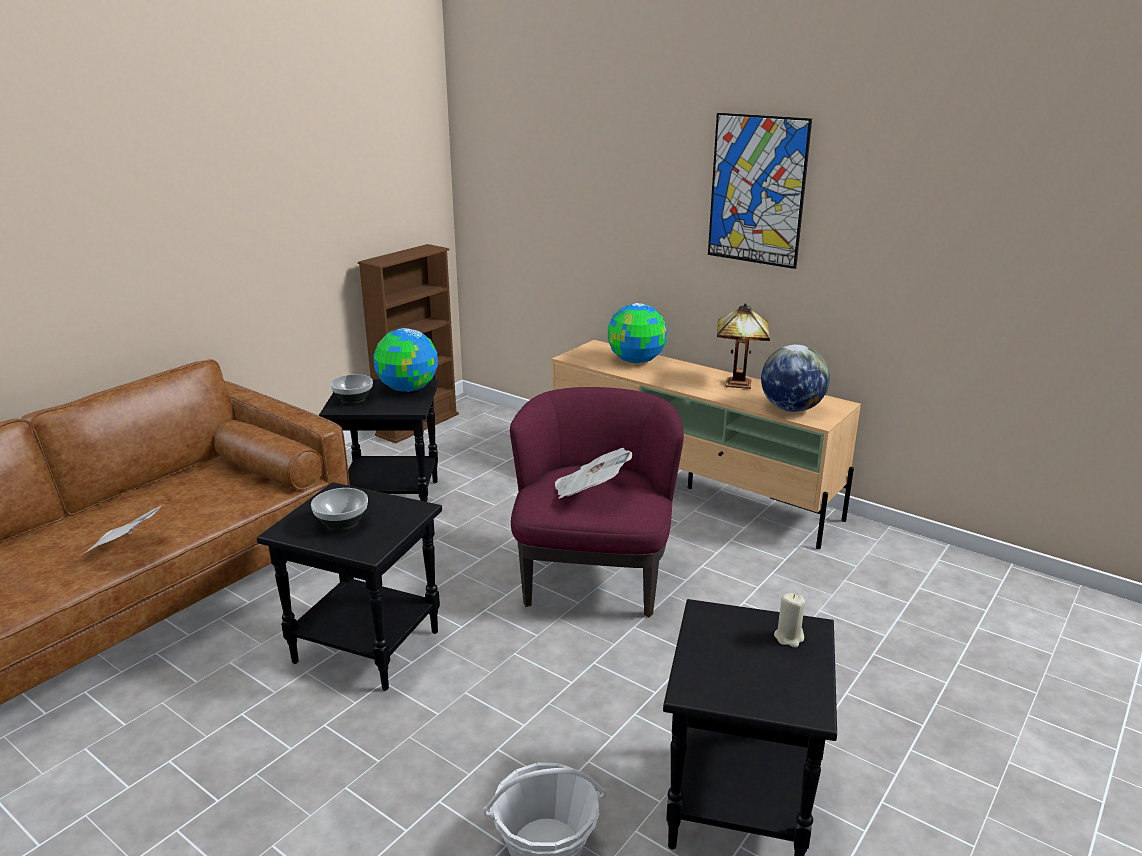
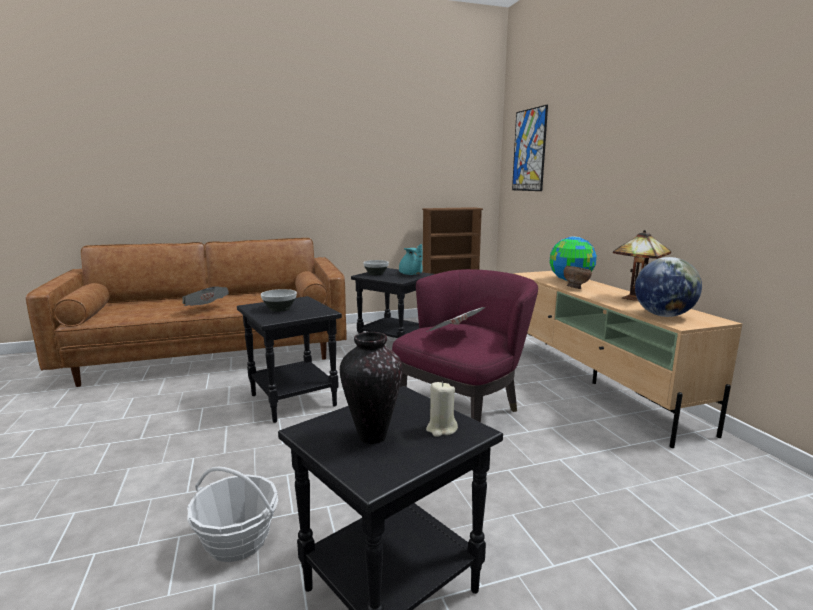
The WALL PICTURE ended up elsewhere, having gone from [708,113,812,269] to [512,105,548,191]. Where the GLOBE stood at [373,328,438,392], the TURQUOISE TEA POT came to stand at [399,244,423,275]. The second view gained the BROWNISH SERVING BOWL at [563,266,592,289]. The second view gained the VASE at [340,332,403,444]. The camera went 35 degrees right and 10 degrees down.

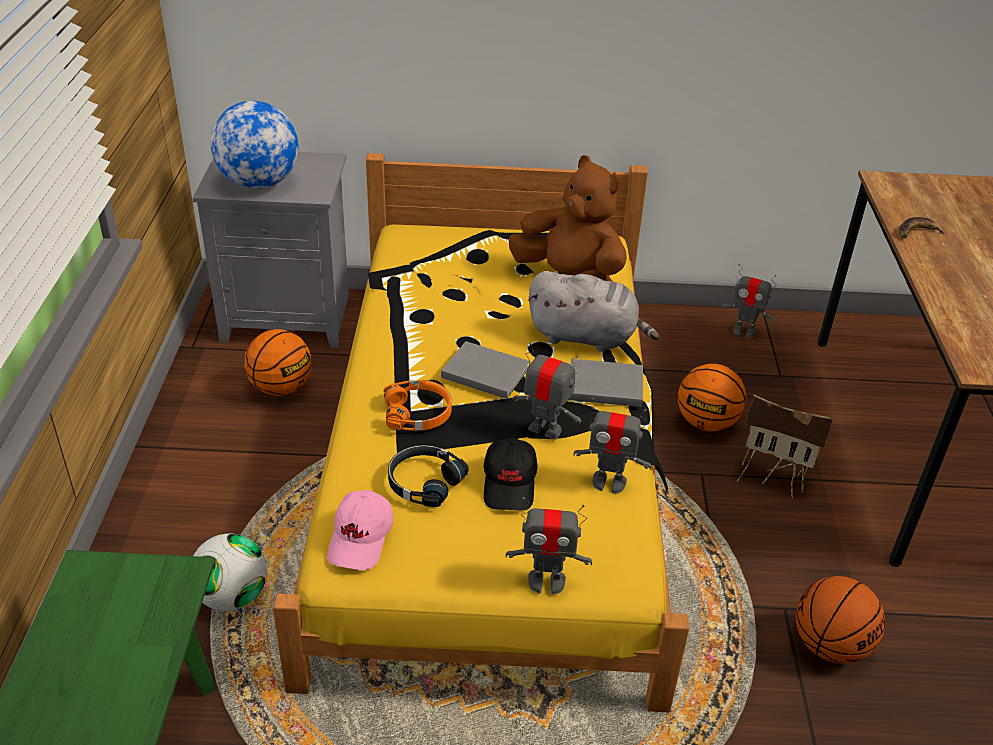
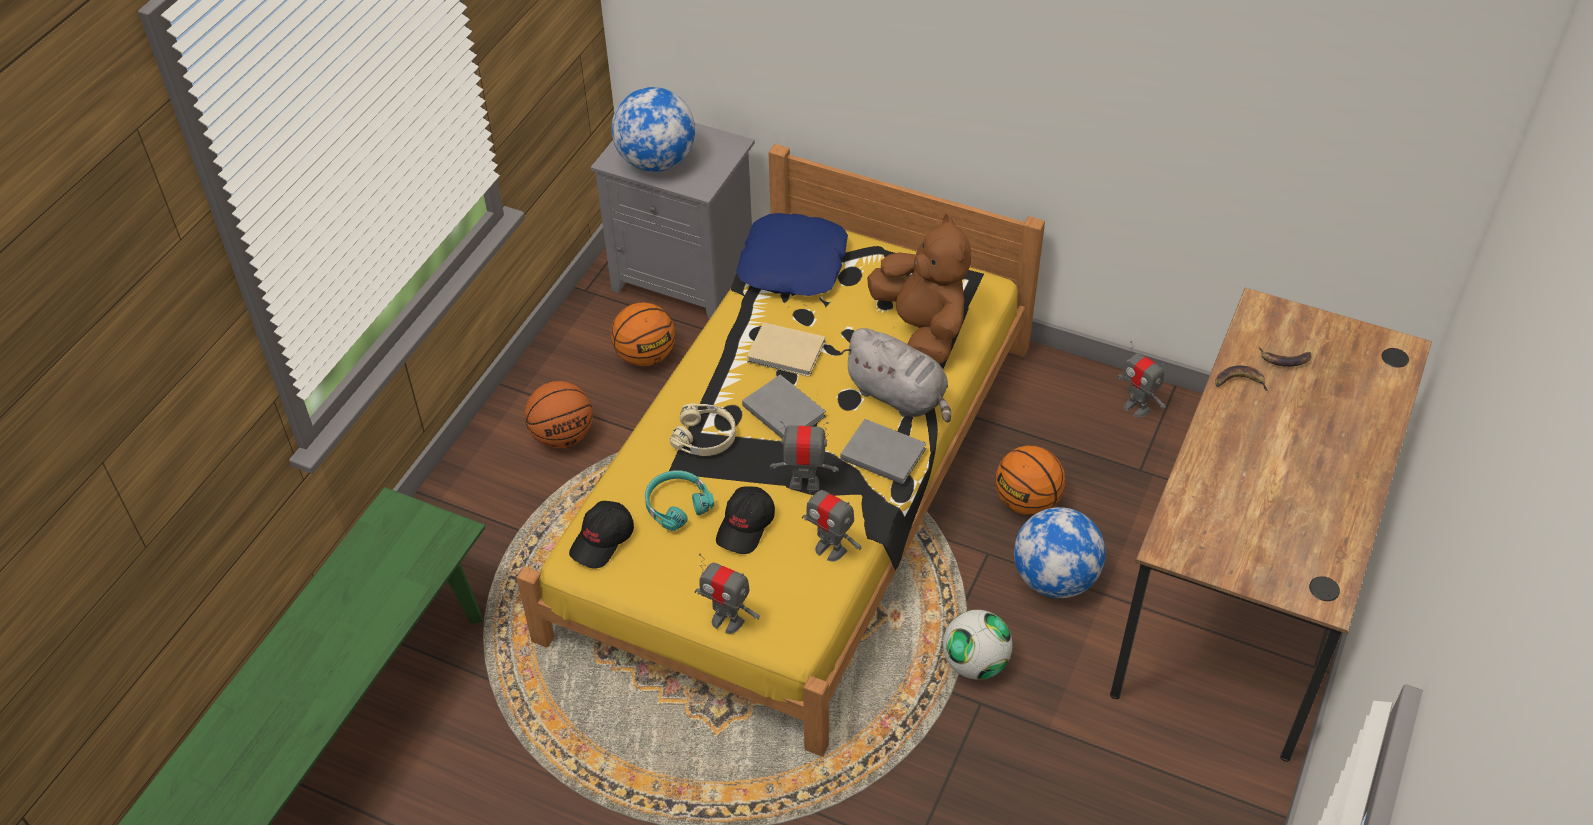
The TOY ROBOT at [512,343,581,439] ended up facing another way, 45 degrees counterclockwise from before. What was the ORANGEY HEADPHONES at [384,380,452,431] turned into the BEIGE HEADPHONES at [670,403,736,456]. Where the MINIATURE HOUSE stood at [737,395,834,499], the GLOBE came to stand at [1014,507,1106,598]. What was the BLACKISH HEADPHONES at [388,445,469,507] turned into the TURQUOISE HEADPHONES at [645,470,714,531]. What was the PINKISH CAP at [327,490,393,570] turned into the BLACKISH CAP at [569,501,634,569]. The FOOTBALL ended up elsewhere, having gone from [193,534,267,611] to [943,610,1012,680]. The BASKETBALL ended up elsewhere, having gone from [796,576,885,664] to [525,381,593,448]. The second view gained the BLUISH CUSHION at [736,213,848,296]. The second view gained the BEIGE BOUND BOOK at [747,322,825,377]. The second view gained the BANANA FRUIT at [1258,346,1311,367]. The camera went 25 degrees right and 10 degrees up.

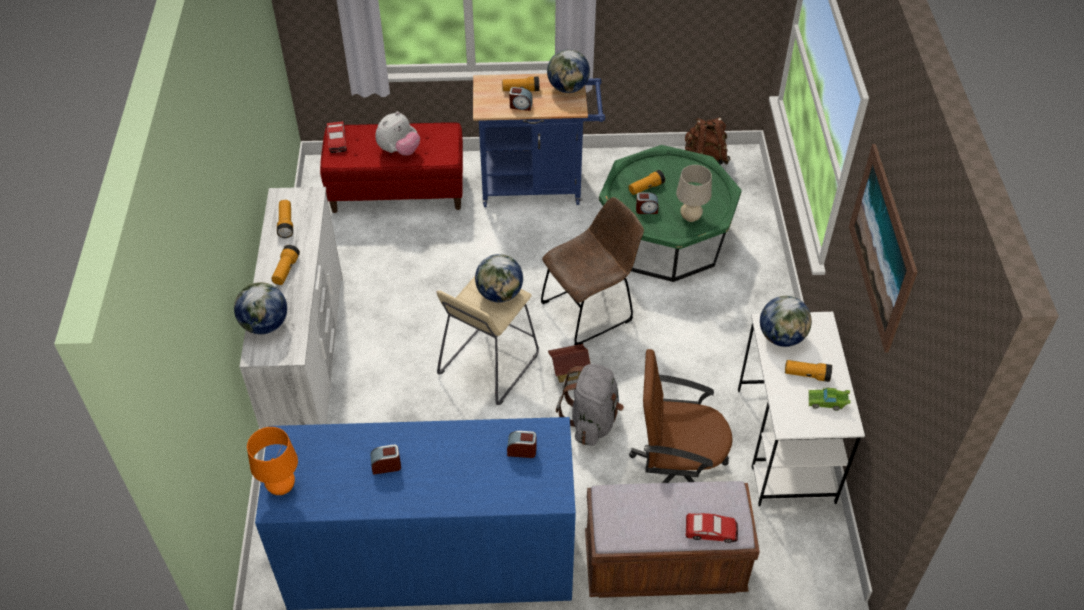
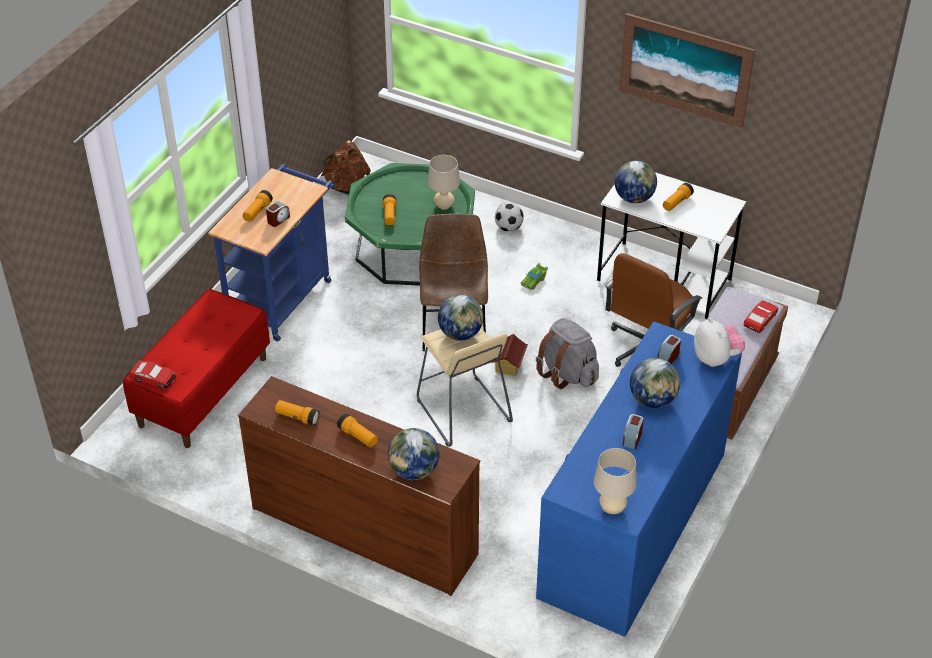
The GLOBE ended up elsewhere, having gone from [547,49,590,93] to [630,358,680,408]. The PLUSH TOY ended up elsewhere, having gone from [375,111,420,156] to [694,318,745,367]. What was the WHITE-COLOURED DRAWER CHEST at [239,187,343,429] turned into the BROWNISH DRAWER CHEST at [238,376,480,596]. The second view lost the BEDSIDE CLOCK at [636,192,658,214]. The GREEN-COLOURED MODEL CAR ended up elsewhere, having gone from [808,387,851,411] to [521,263,548,290]. What was the ORANGEY TABLETOP LAMP at [247,427,298,495] turned into the BEIGE TABLETOP LAMP at [594,448,637,514]. The second view gained the FOOTBALL at [495,203,524,232]. The camera went 60 degrees left and 5 degrees down.

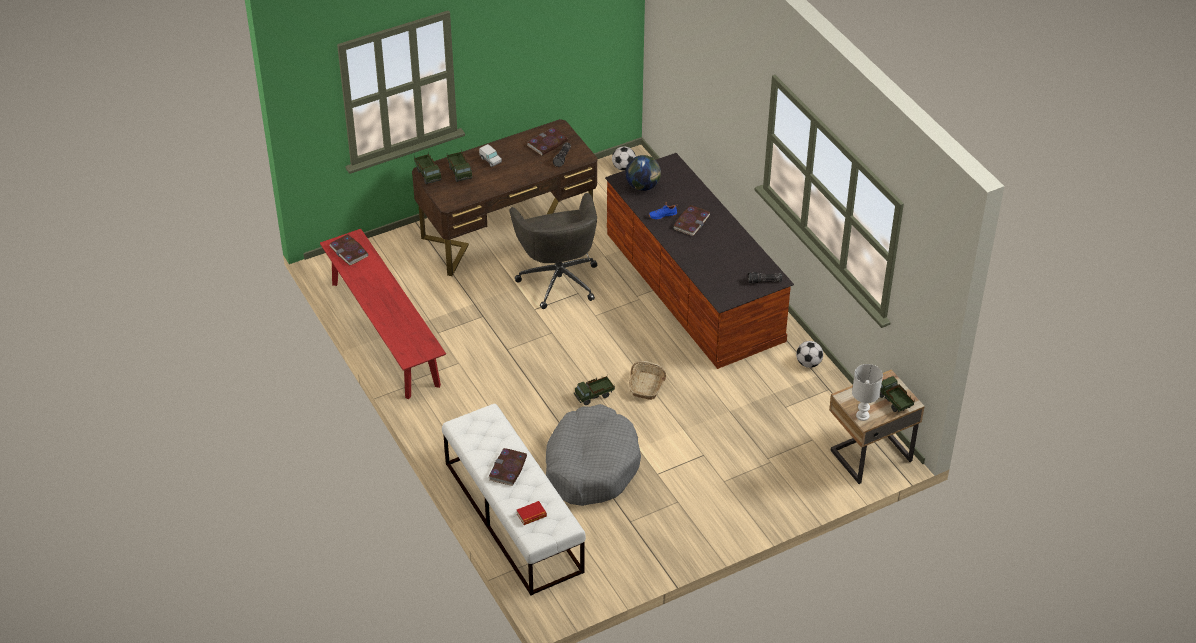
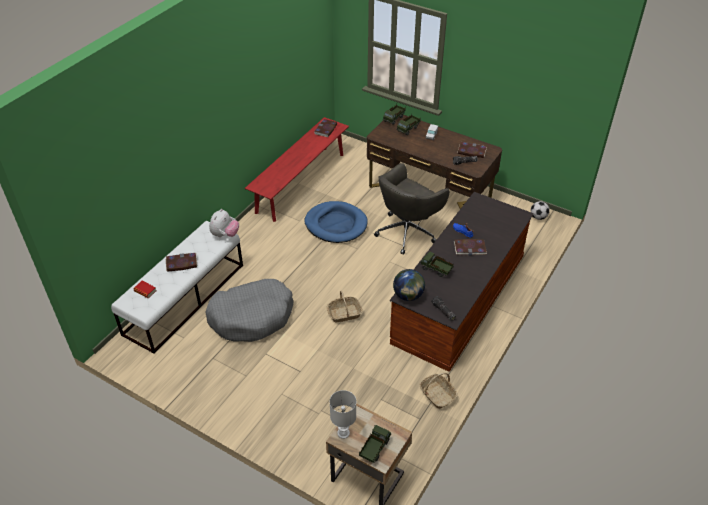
The GLOBE ended up elsewhere, having gone from [625,155,661,191] to [393,269,425,301]. Where the FOOTBALL stood at [796,341,823,368], the BASKET came to stand at [420,373,457,409]. The MODEL TRUCK ended up elsewhere, having gone from [574,376,615,405] to [420,251,454,277]. The second view gained the BLUISH DOG CUSHION at [304,201,368,243]. The second view gained the PLUSH TOY at [209,209,239,237]. The camera went 60 degrees right and 0 degrees up.

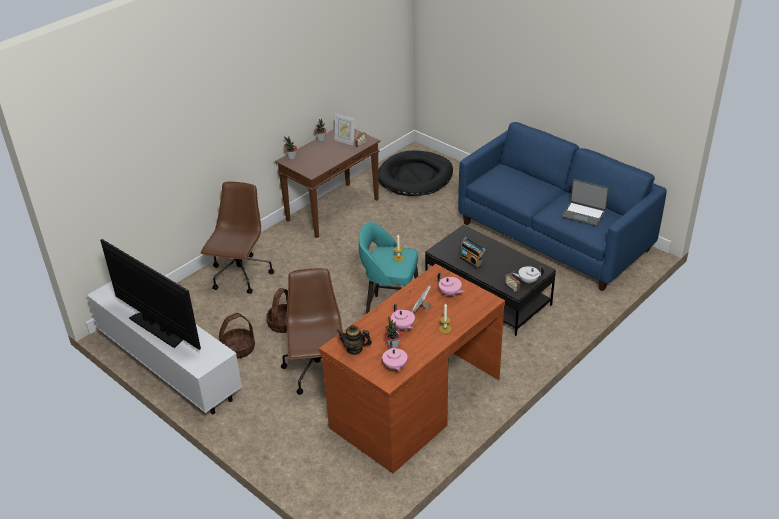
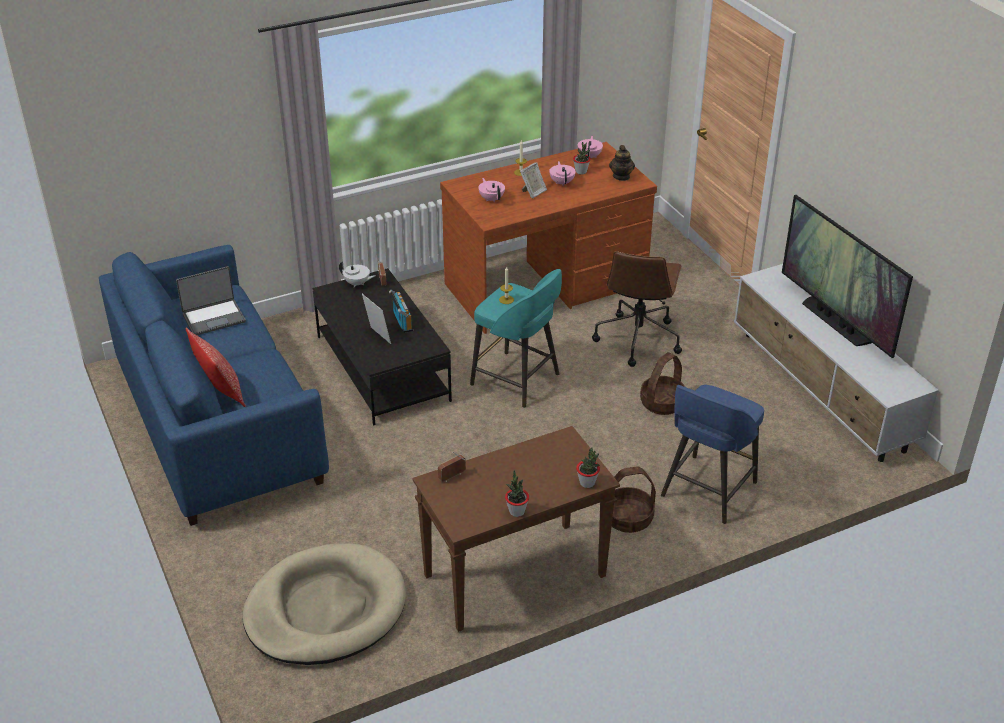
The PICTURE FRAME ended up elsewhere, having gone from [334,113,355,146] to [362,294,391,344]. What was the BLACKISH DOG CUSHION at [378,150,453,196] turned into the BEIGE DOG CUSHION at [243,543,406,665]. The PORTABLE COMPUTER at [561,179,609,227] ended up facing another way, 105 degrees clockwise from before. Where the BROWNISH COMPUTER CHAIR stood at [201,182,274,294], the BLUISH STOOL came to stand at [661,385,764,524]. The BASKET ended up elsewhere, having gone from [219,313,255,359] to [612,466,656,533]. The TEA POT at [336,325,372,355] ended up facing another way, 60 degrees clockwise from before. The second view gained the CUSHION at [185,328,246,407]. The camera went 160 degrees left and 0 degrees up.

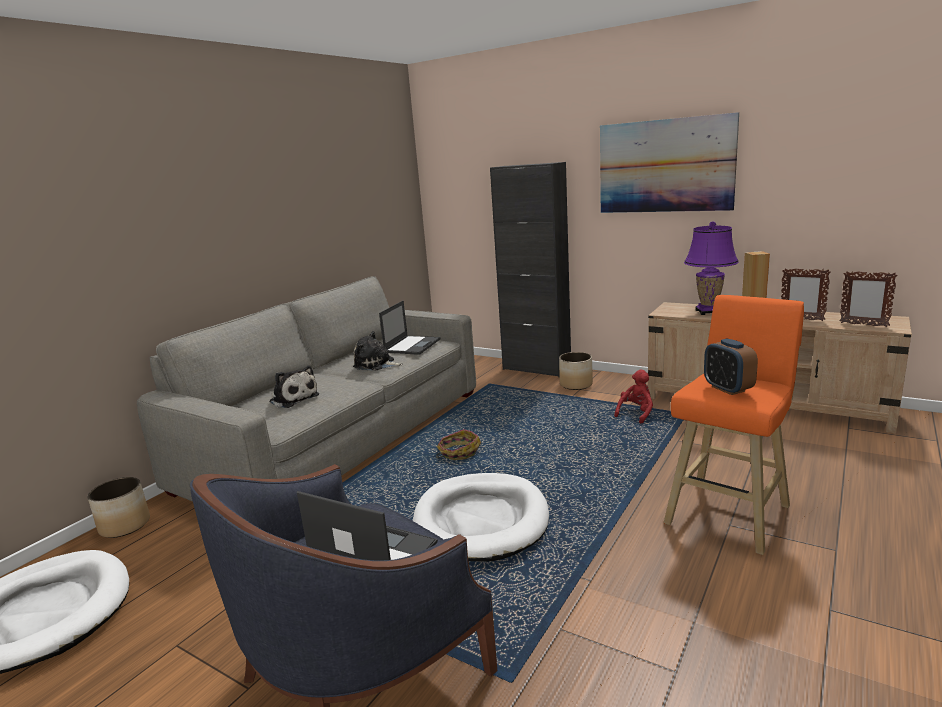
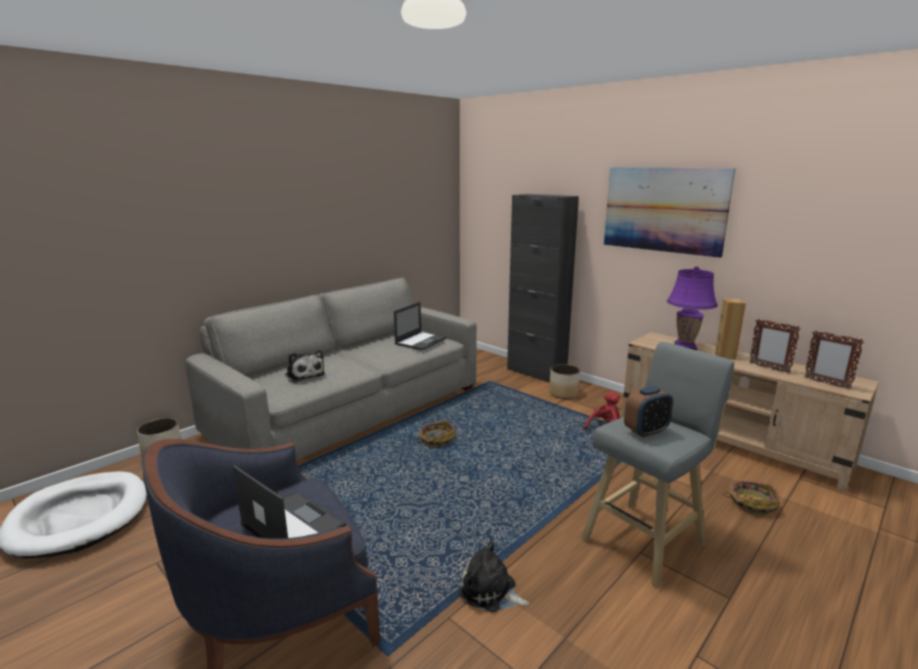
What was the ORANGEY STOOL at [664,295,804,555] turned into the GREYISH STOOL at [581,342,734,588]. The PLUSH TOY ended up elsewhere, having gone from [353,331,403,370] to [459,540,529,613]. The BEDSIDE CLOCK at [704,339,758,395] ended up facing another way, 105 degrees counterclockwise from before. The second view lost the WHITE-COLOURED DOG CUSHION at [413,473,549,562]. The second view gained the BASKET at [723,481,780,515]. The camera went 10 degrees right and 0 degrees up.

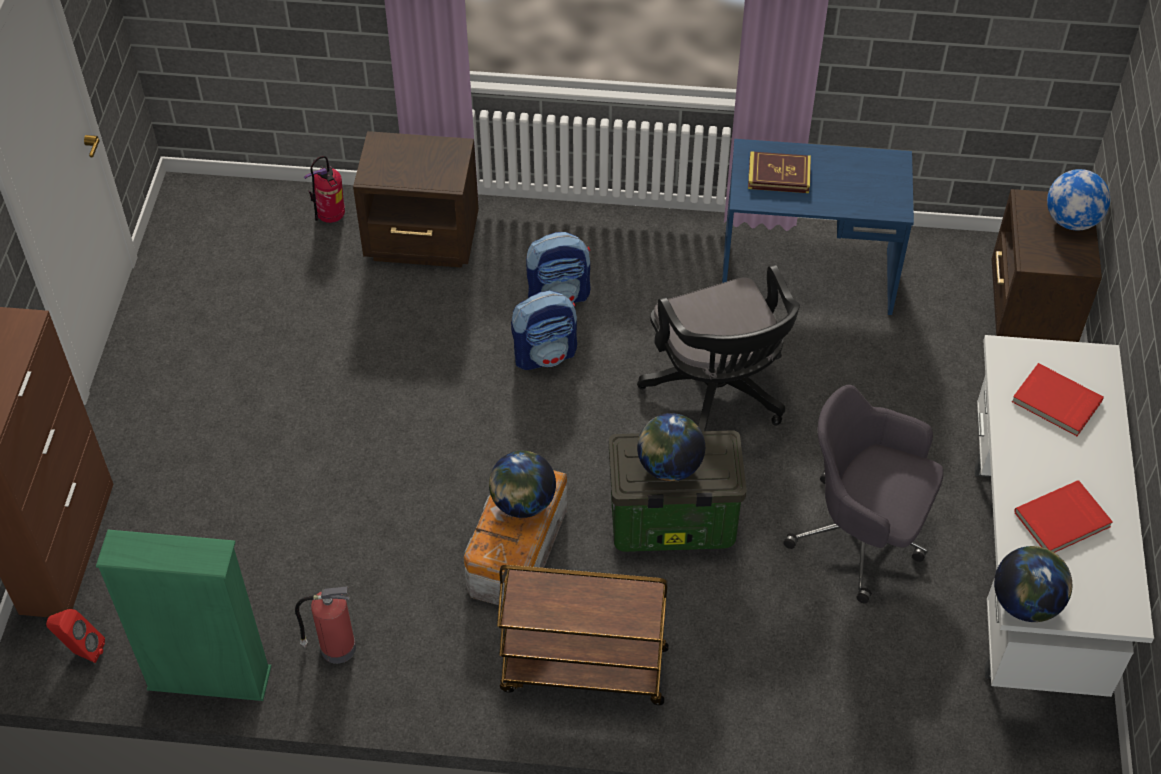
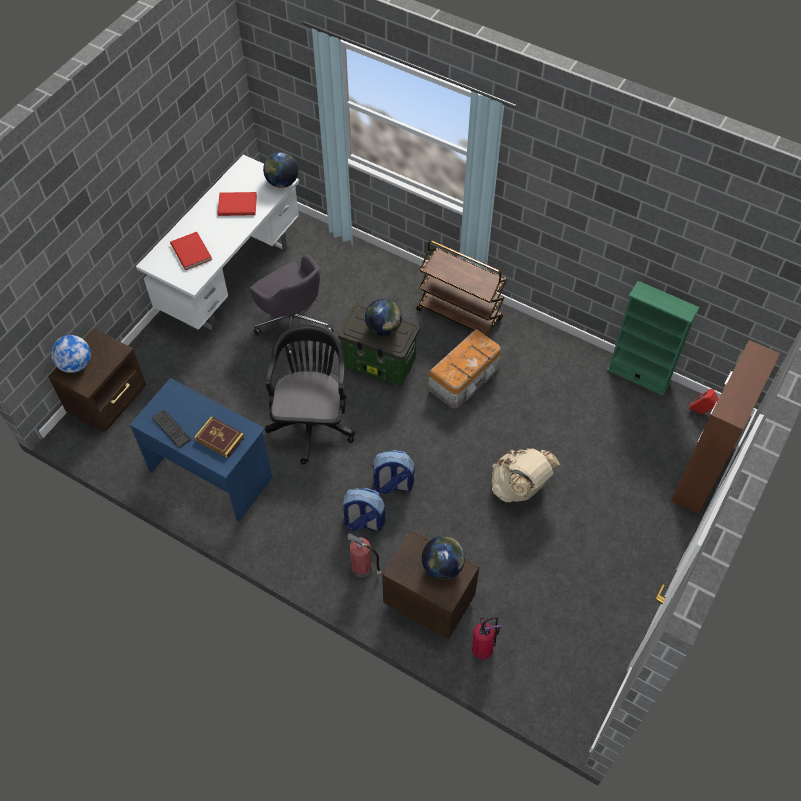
The GLOBE ended up elsewhere, having gone from [489,451,556,518] to [422,536,465,580]. The EXTINGUISHER ended up elsewhere, having gone from [295,586,356,664] to [347,533,381,577]. The second view gained the PC KEYBOARD at [152,409,191,448]. The second view gained the BEIGE BACKPACK at [492,448,560,502]. The camera went 155 degrees left and 5 degrees up.

